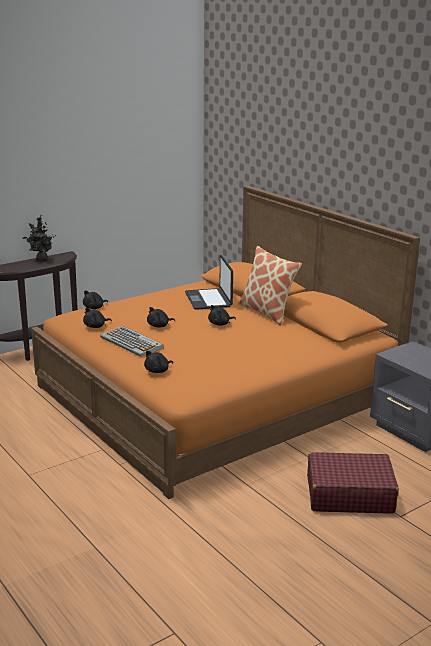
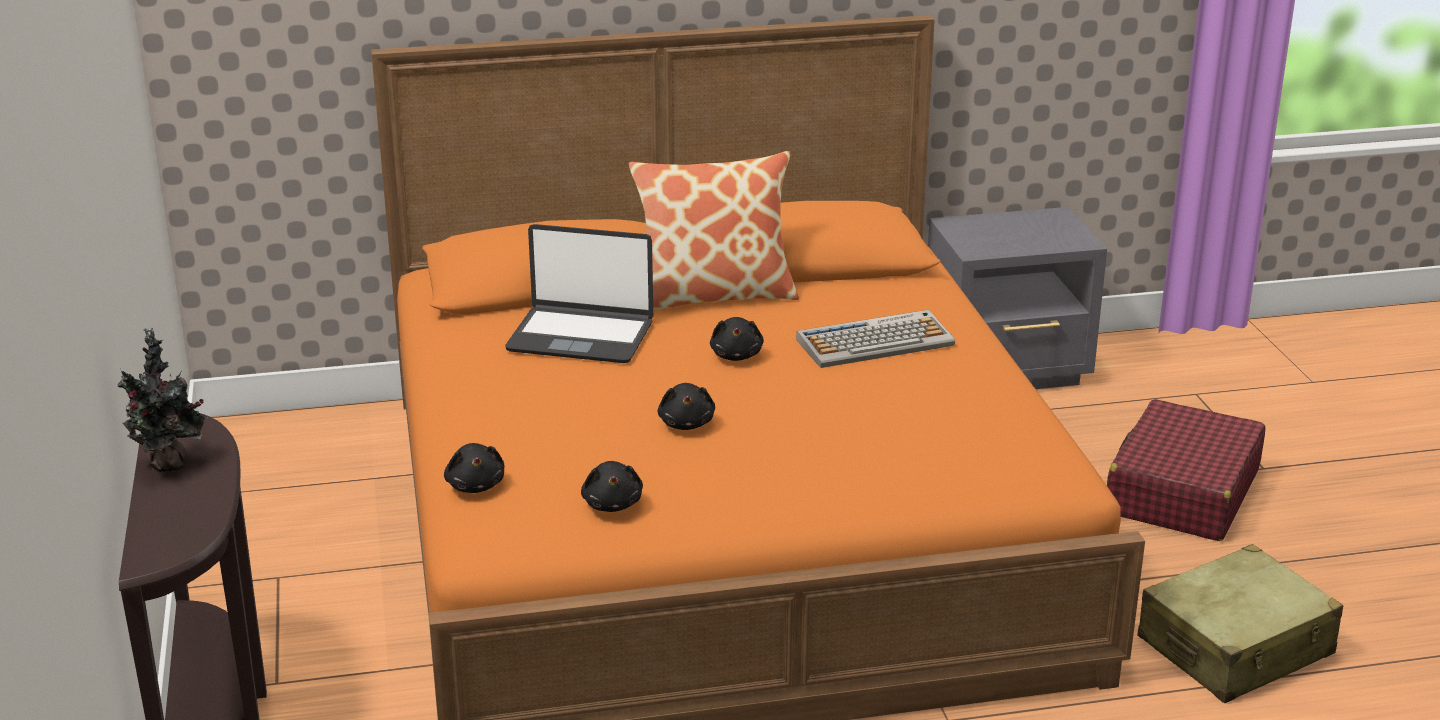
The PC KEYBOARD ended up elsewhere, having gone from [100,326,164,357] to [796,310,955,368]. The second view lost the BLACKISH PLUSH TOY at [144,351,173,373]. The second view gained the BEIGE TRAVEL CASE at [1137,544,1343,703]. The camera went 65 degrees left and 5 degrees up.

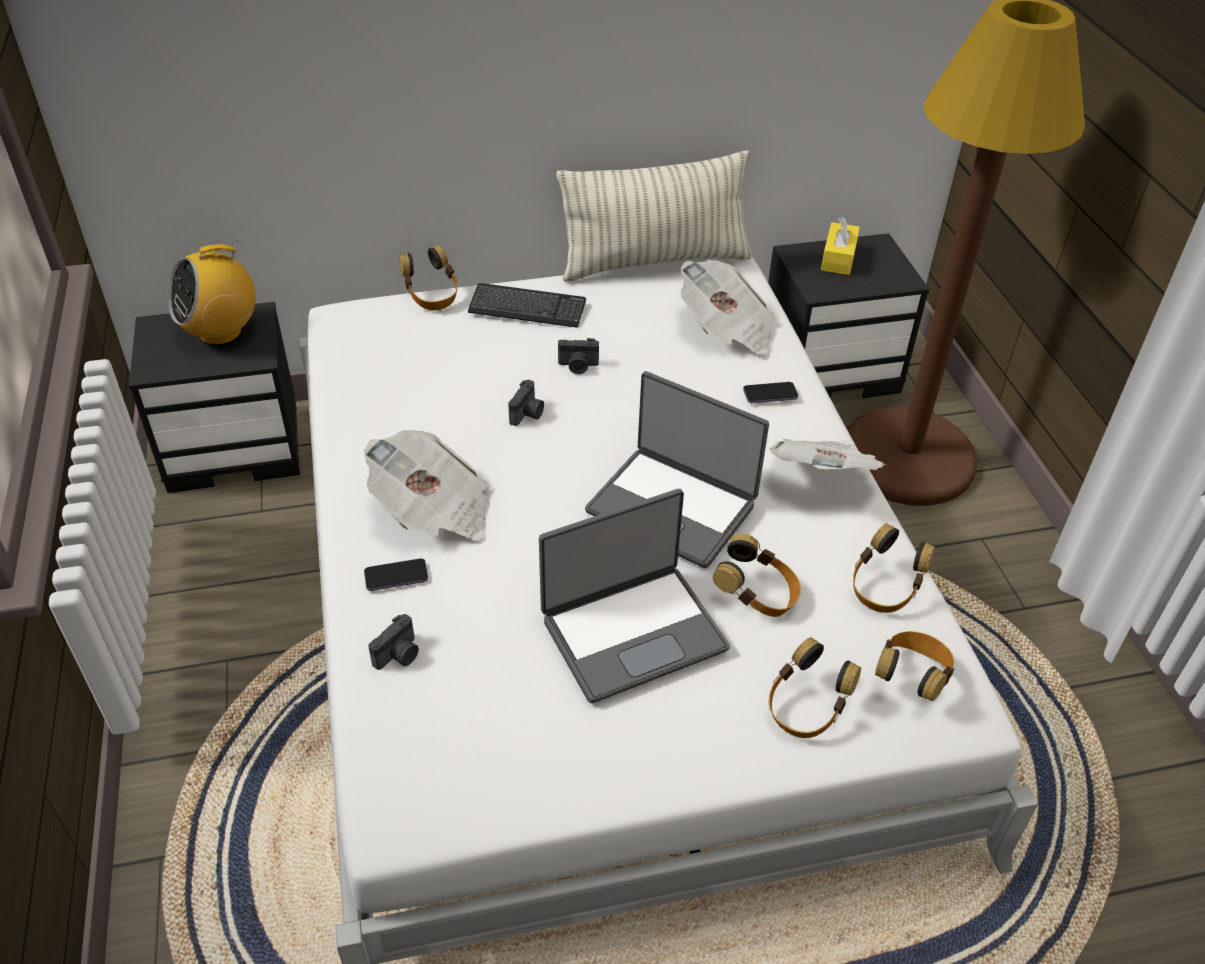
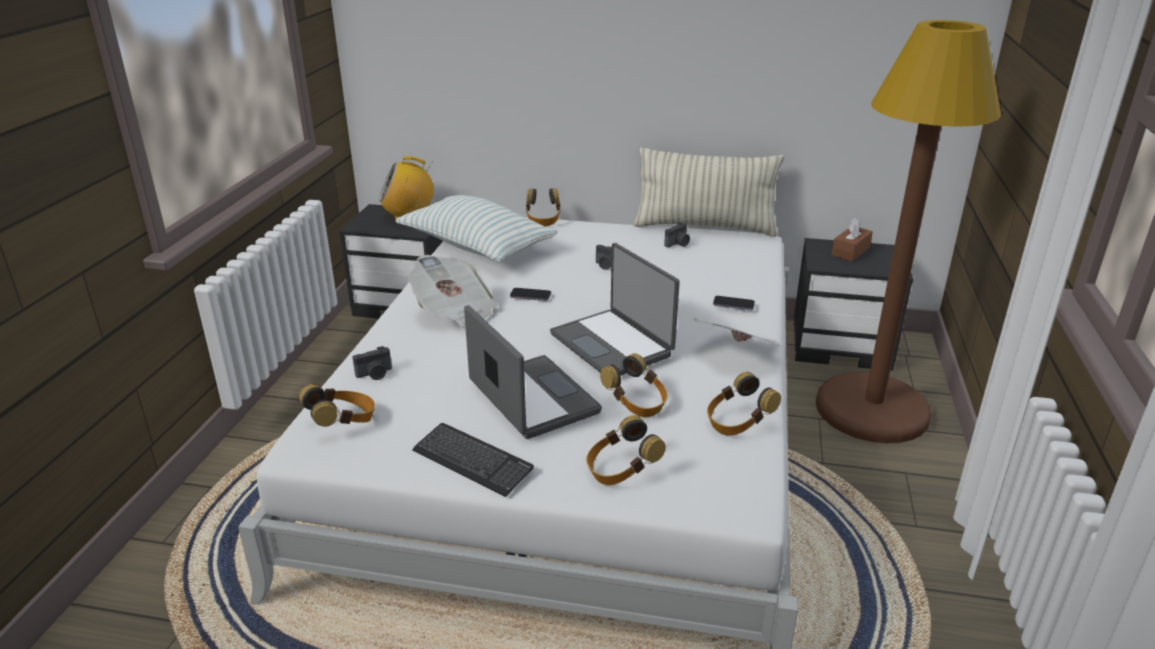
What was the YELLOW TISSUE HOLDER at [821,217,860,275] turned into the BROWNISH TISSUE HOLDER at [832,218,873,261]. The second view lost the PRINTED PAPER at [680,260,775,355]. The PC KEYBOARD ended up elsewhere, having gone from [468,283,586,328] to [412,423,534,497]. The PHOTO CAMERA ended up elsewhere, having gone from [508,380,544,426] to [664,222,690,247]. The PORTABLE COMPUTER at [539,489,730,703] ended up facing another way, 120 degrees counterclockwise from before. The PHONE ended up elsewhere, having gone from [364,558,428,591] to [510,288,551,301]. The HEADPHONES ended up elsewhere, having gone from [875,631,955,701] to [299,384,375,427]. The second view gained the CUSHION at [396,195,557,262]. The camera went 25 degrees right and 15 degrees down.

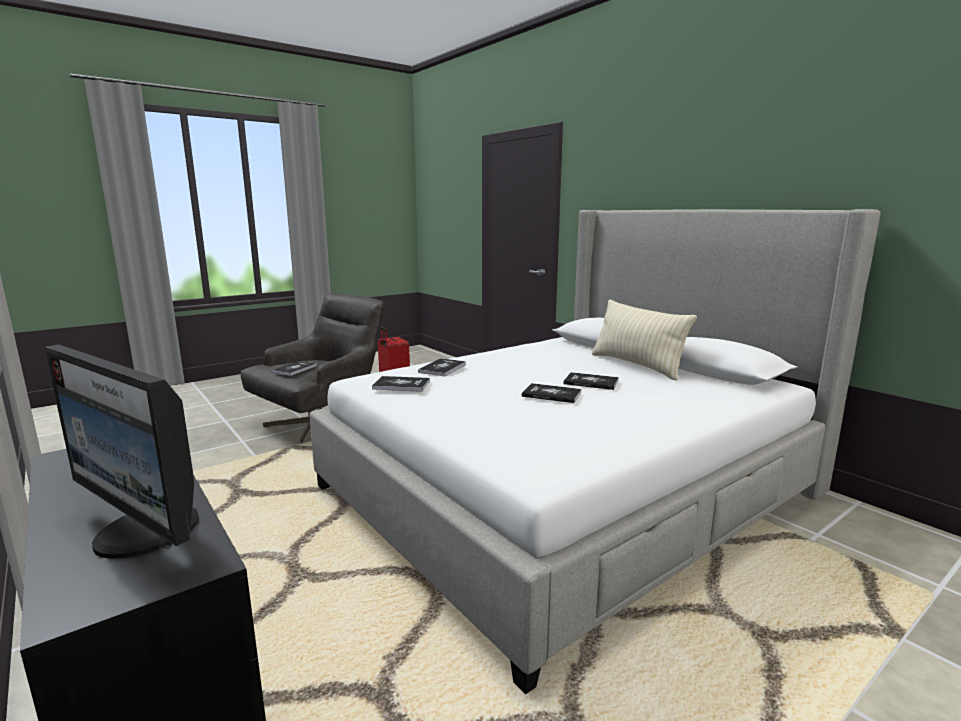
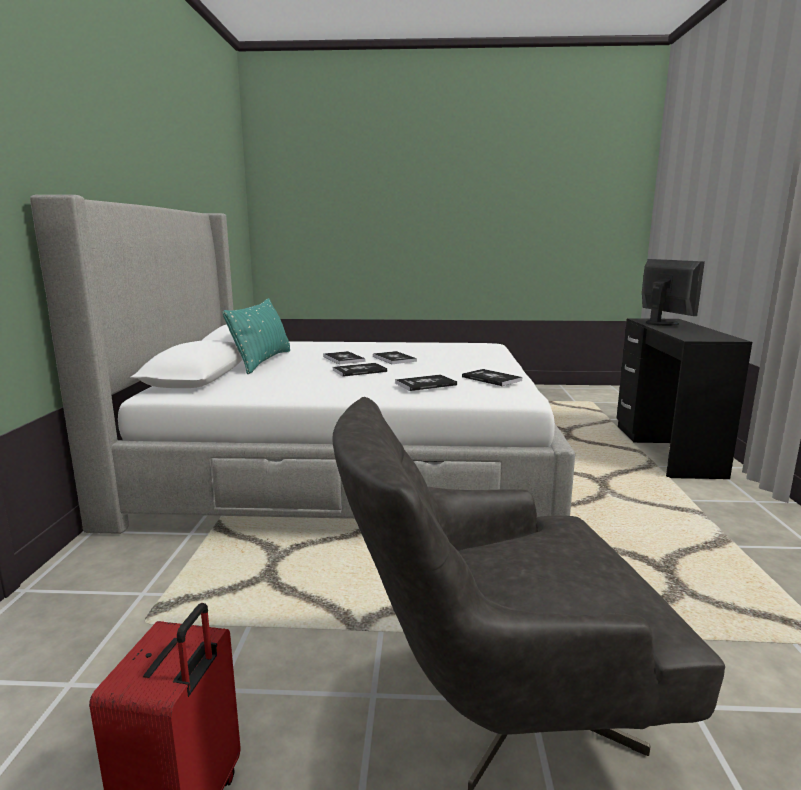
What was the BEIGE CUSHION at [592,299,697,380] turned into the TURQUOISE CUSHION at [223,298,290,374]. The BOUND BOOK ended up elsewhere, having gone from [272,361,317,376] to [333,363,387,377]. The camera went 140 degrees left and 0 degrees up.

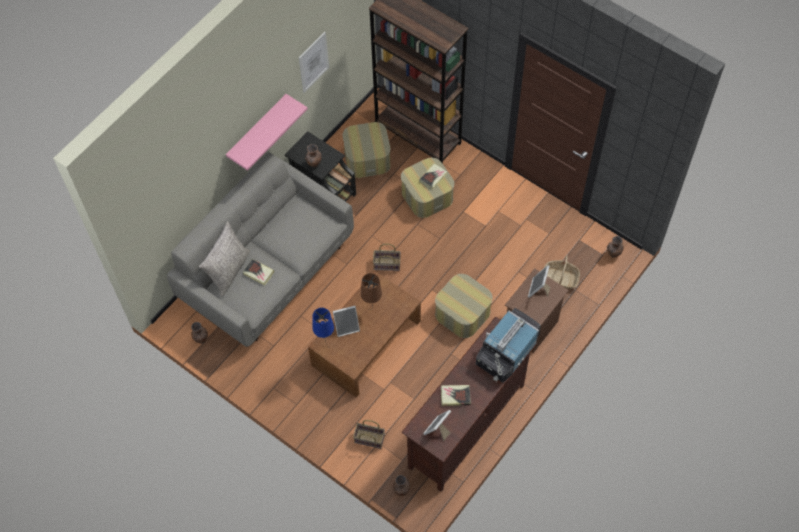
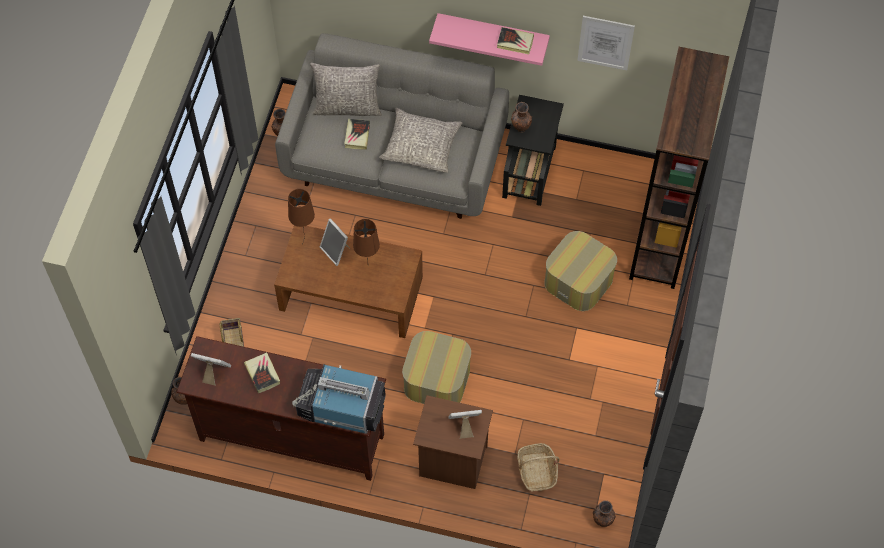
The second view lost the POUFFE at [343,122,391,178]. The BOUND BOOK ended up elsewhere, having gone from [419,163,447,190] to [497,27,534,54]. The second view lost the BASKET at [373,243,401,271]. What was the BLUISH TABLETOP LAMP at [312,308,334,346] turned into the BROWNISH TABLETOP LAMP at [288,189,315,245]. The second view gained the GREYISH CUSHION at [379,108,462,173]. The camera went 65 degrees right and 0 degrees up.

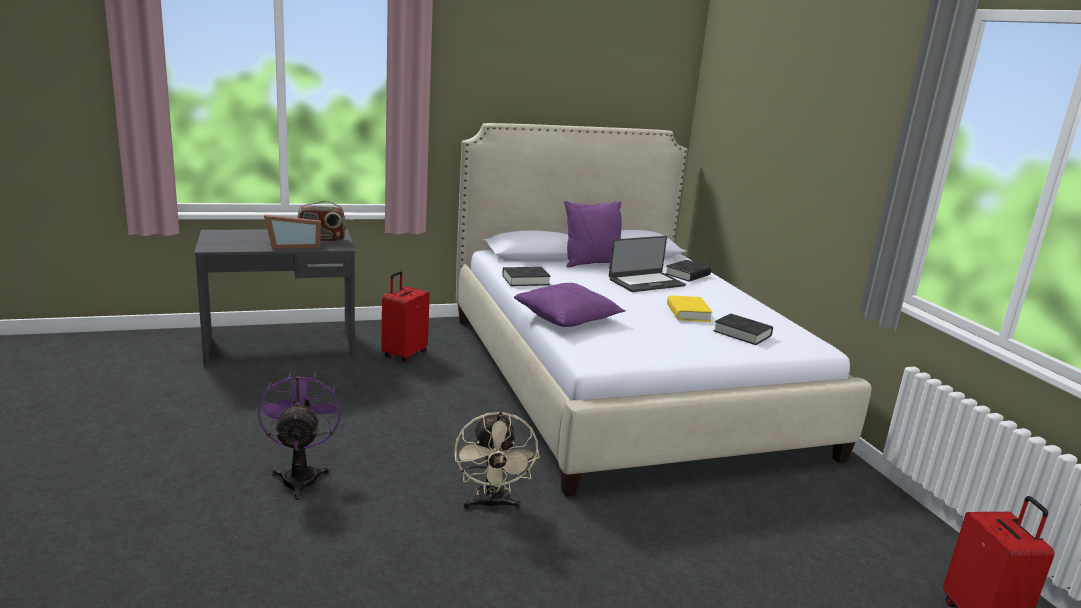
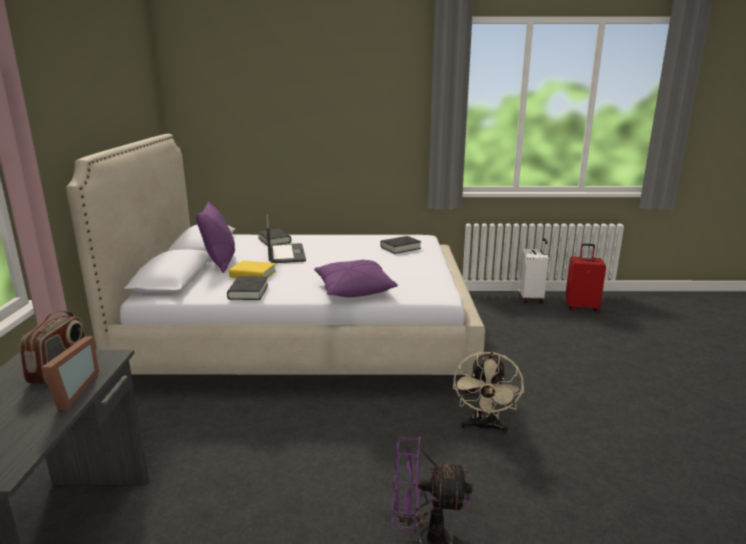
The second view lost the REDDISH TRAVEL CASE at [381,271,430,363]. The YELLOW BOUND BOOK ended up elsewhere, having gone from [667,295,713,322] to [229,260,276,278]. The BEIGE COOLING FAN at [454,411,540,511] ended up facing another way, 90 degrees clockwise from before. The second view gained the WHITE-COLOURED TRAVEL CASE at [518,238,549,304]. The camera went 70 degrees left and 0 degrees up.

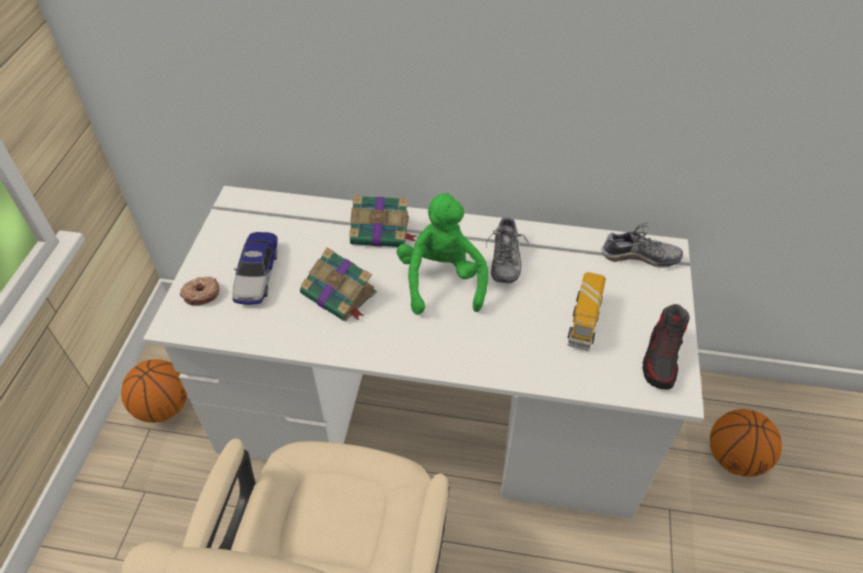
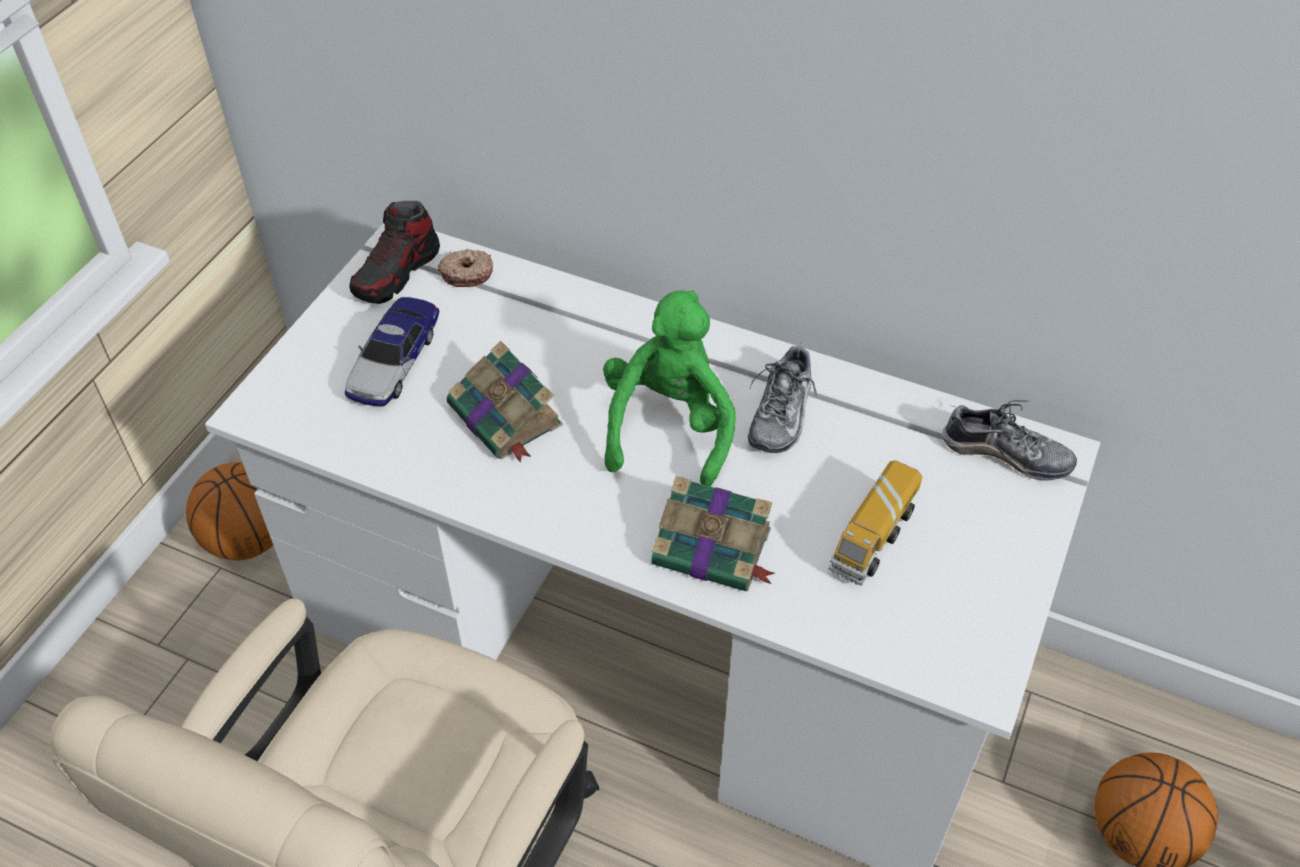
The BOUND BOOK ended up elsewhere, having gone from [349,195,416,247] to [651,476,775,591]. The DOUGHNUT ended up elsewhere, having gone from [180,277,220,306] to [438,249,493,287]. The LOW SHOE ended up elsewhere, having gone from [642,304,690,390] to [350,201,440,304]. The camera went 15 degrees right and 0 degrees up.

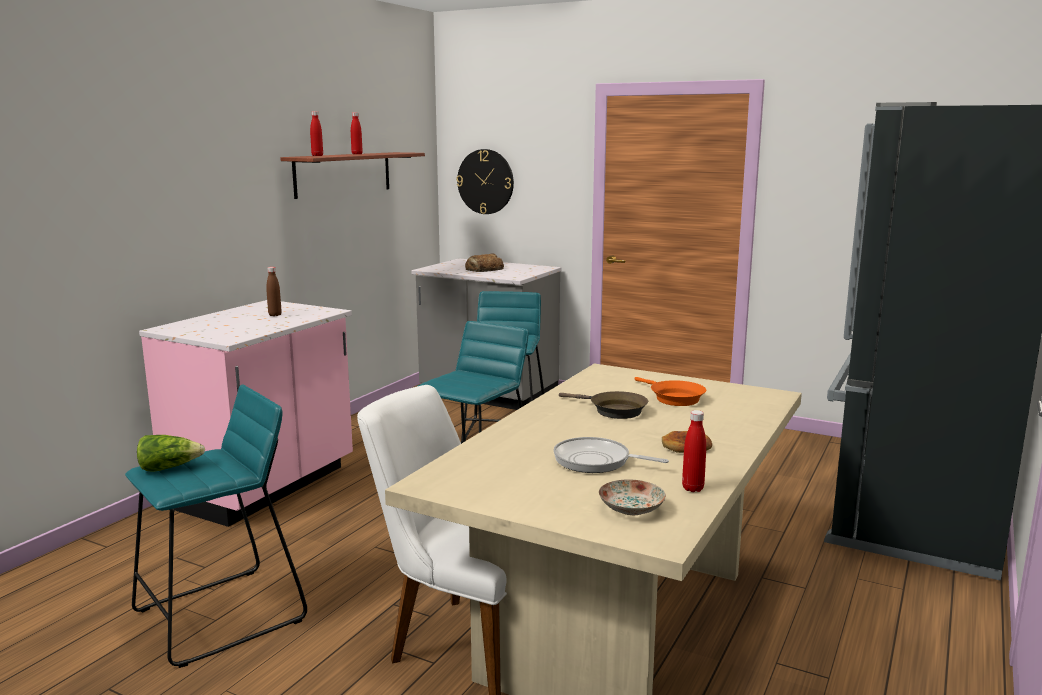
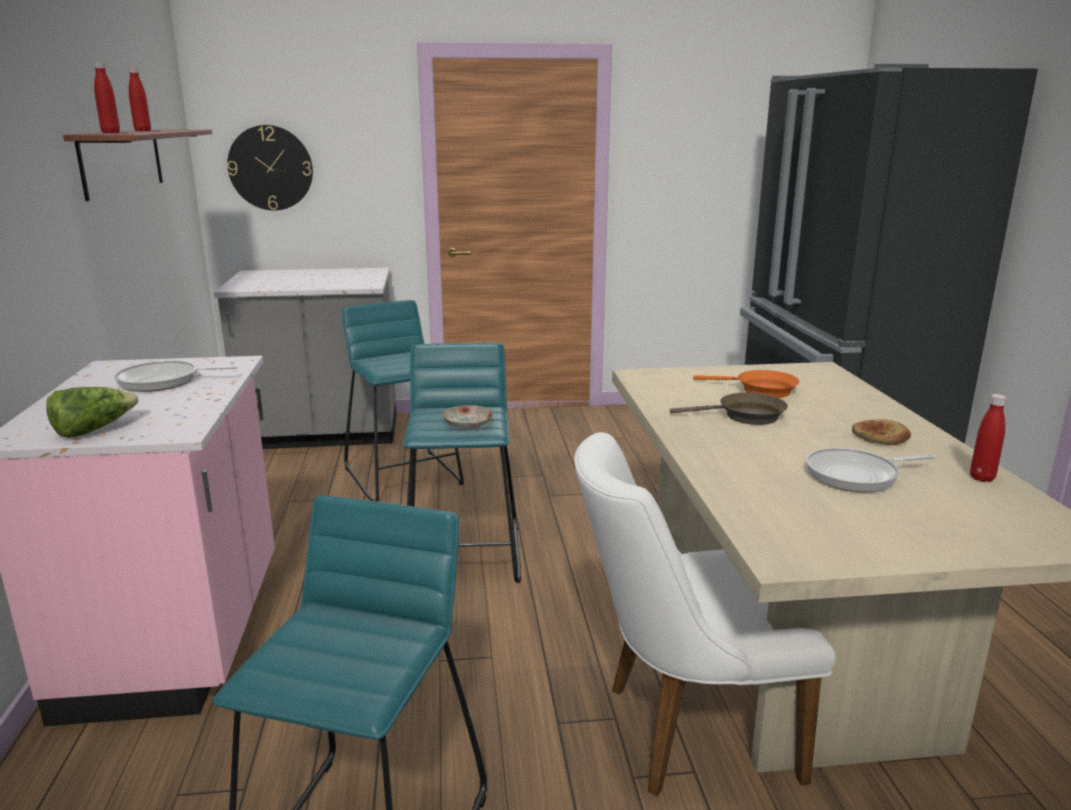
The second view lost the BREAD at [465,253,504,272]. Where the BROWNISH BEVERAGE BOTTLE stood at [266,267,282,316], the FRYING PAN came to stand at [114,361,238,392]. The LETTUCE HEAD ended up elsewhere, having gone from [137,435,205,471] to [46,387,139,438]. The DINNER PLATE ended up elsewhere, having gone from [599,479,666,515] to [442,405,493,430]. The camera went 35 degrees left and 5 degrees up.

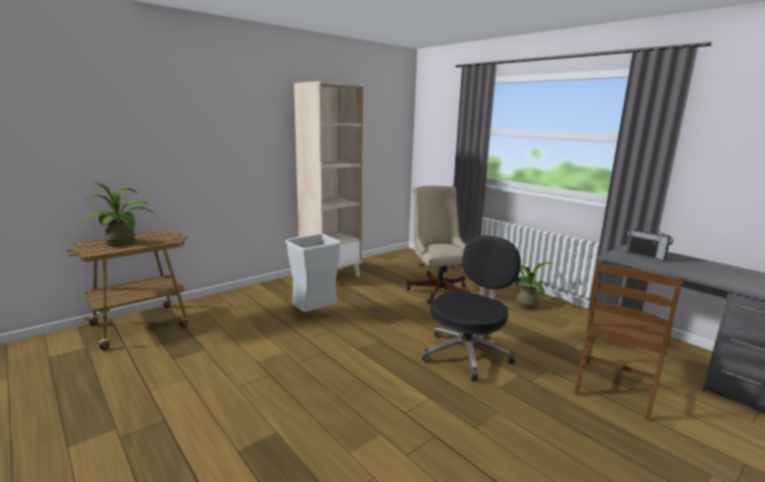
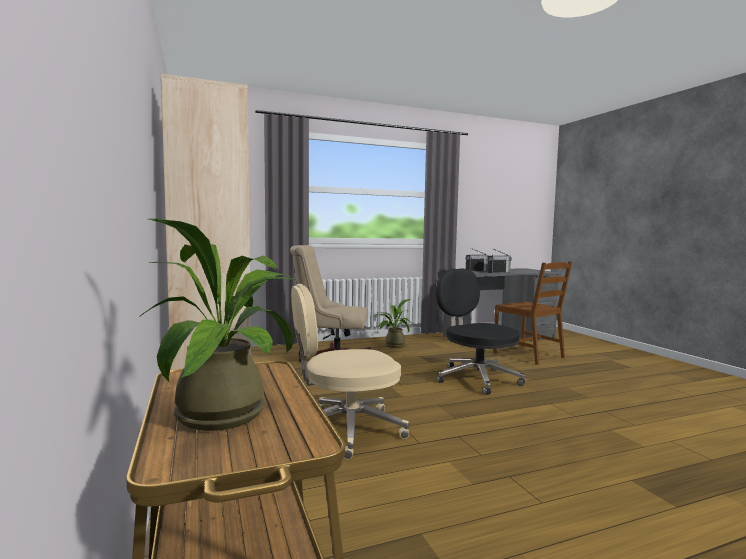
Where the GREYISH TRASH CAN stood at [286,234,341,312], the BEIGE COMPUTER CHAIR came to stand at [291,284,409,460]. The second view gained the RADIO SET at [488,249,512,273]. The camera went 70 degrees left and 10 degrees down.

